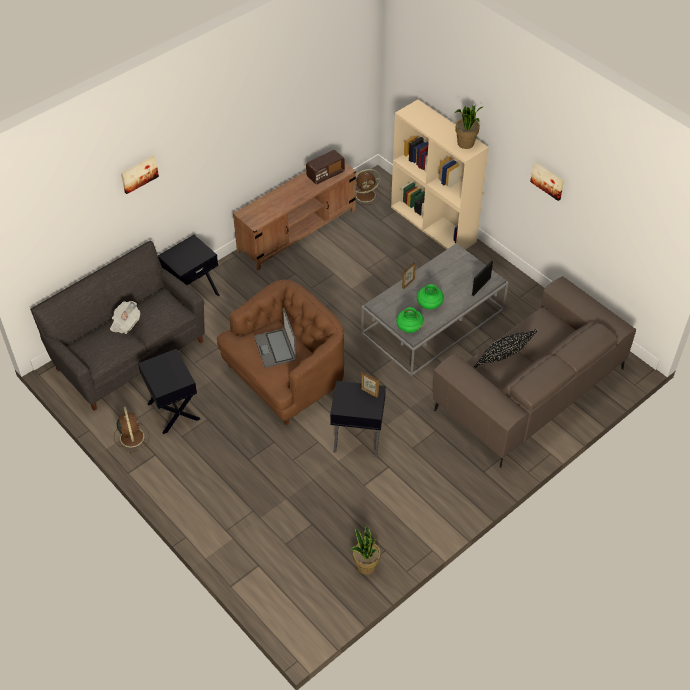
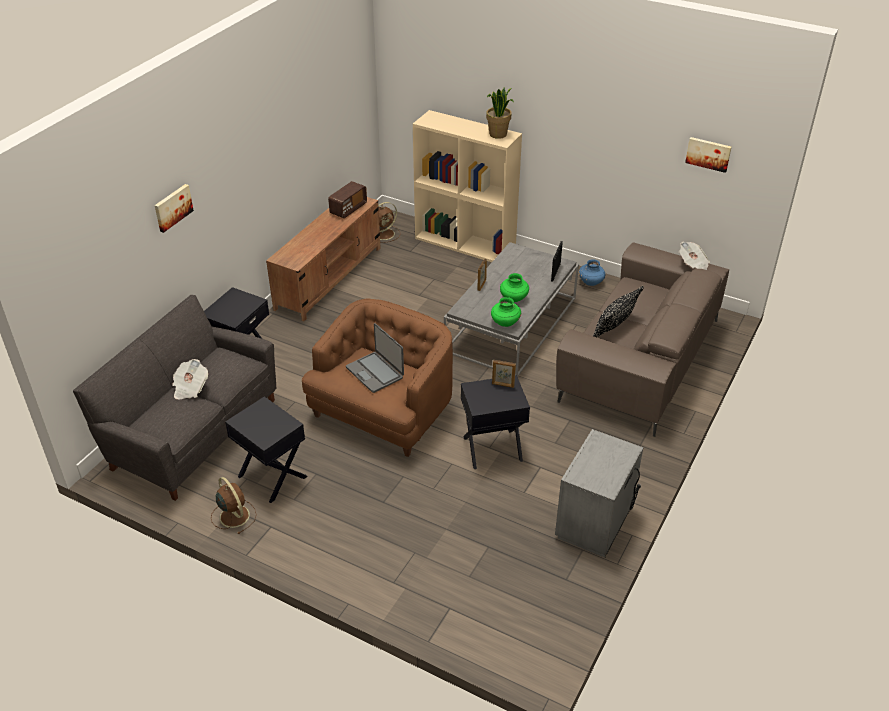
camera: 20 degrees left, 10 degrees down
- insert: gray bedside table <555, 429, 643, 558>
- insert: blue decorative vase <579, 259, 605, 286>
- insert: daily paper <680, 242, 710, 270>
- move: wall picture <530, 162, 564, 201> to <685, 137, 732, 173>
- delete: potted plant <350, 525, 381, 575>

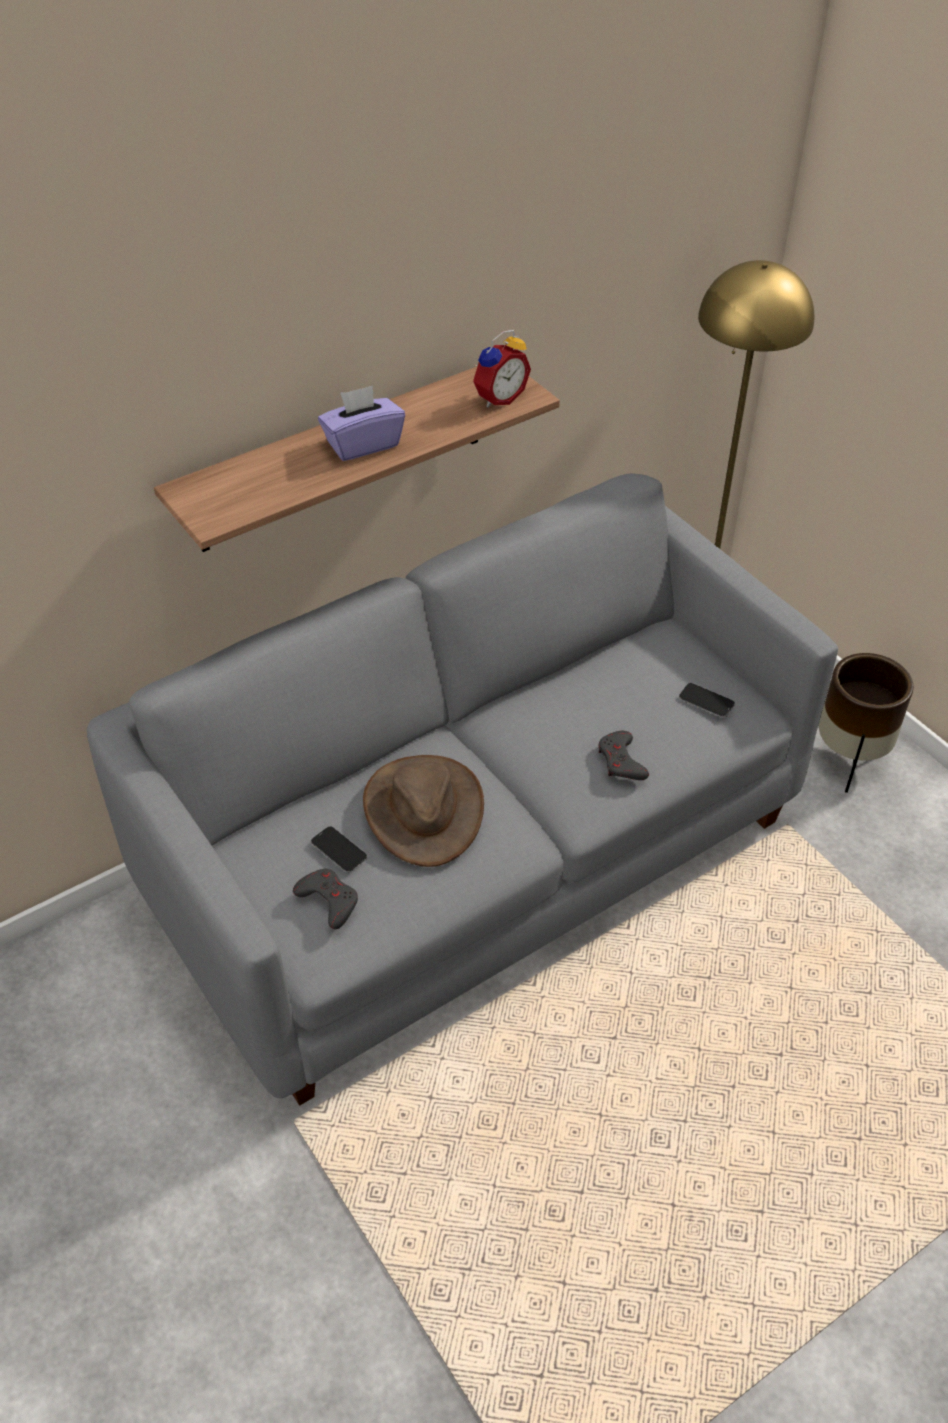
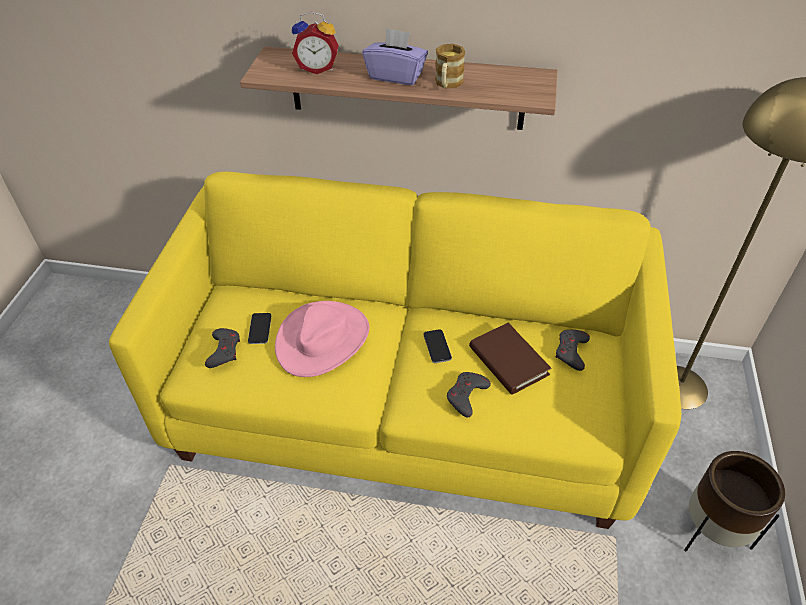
camera: 45 degrees right, 0 degrees up
- recolor: gray settee <87, 473, 838, 1106> to yellowish settee <109, 172, 681, 529>
- recolor: brown-coloured clothing hat <363, 755, 484, 867> to pink-coloured clothing hat <275, 301, 369, 377>
- move: table clock <473, 330, 531, 407> to <292, 11, 339, 74>
- move: handset <679, 683, 735, 718> to <423, 329, 452, 363>
- insert: mug <435, 44, 465, 88>
- insert: brown-coloured book <469, 323, 551, 395>
- insert: gray joypad <556, 330, 590, 371>

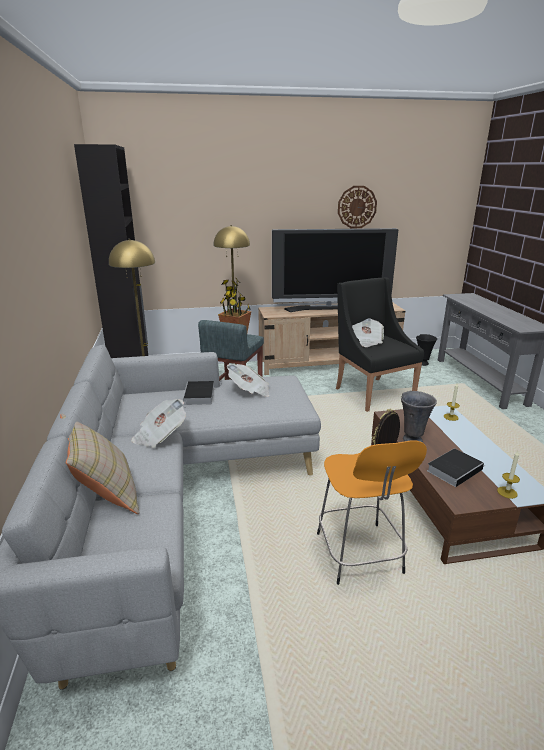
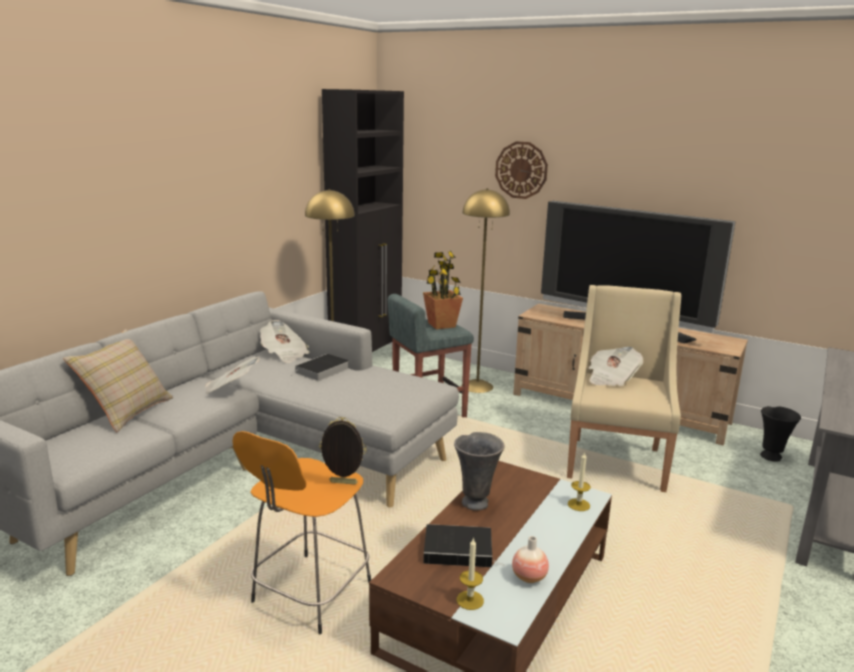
camera: 40 degrees right, 5 degrees down
- move: daily paper <227, 364, 269, 397> to <260, 320, 310, 363>
- move: hanging clock <338, 186, 377, 229> to <495, 141, 548, 199>
- insert: decorative vase <512, 536, 549, 583>
- recolor: black-coloured lounge chair <336, 277, 424, 412> to beige-coloured lounge chair <567, 285, 681, 492>

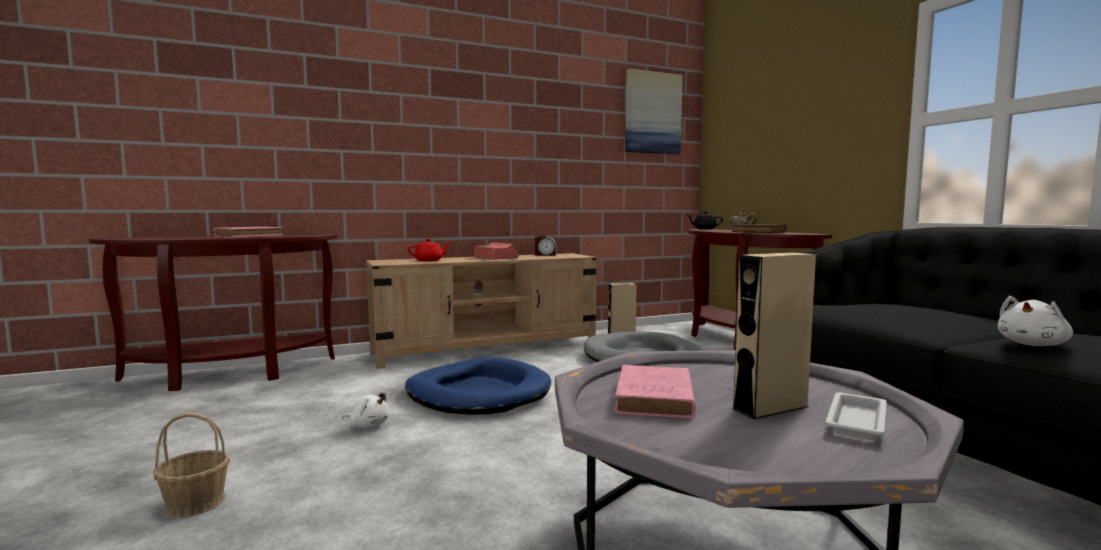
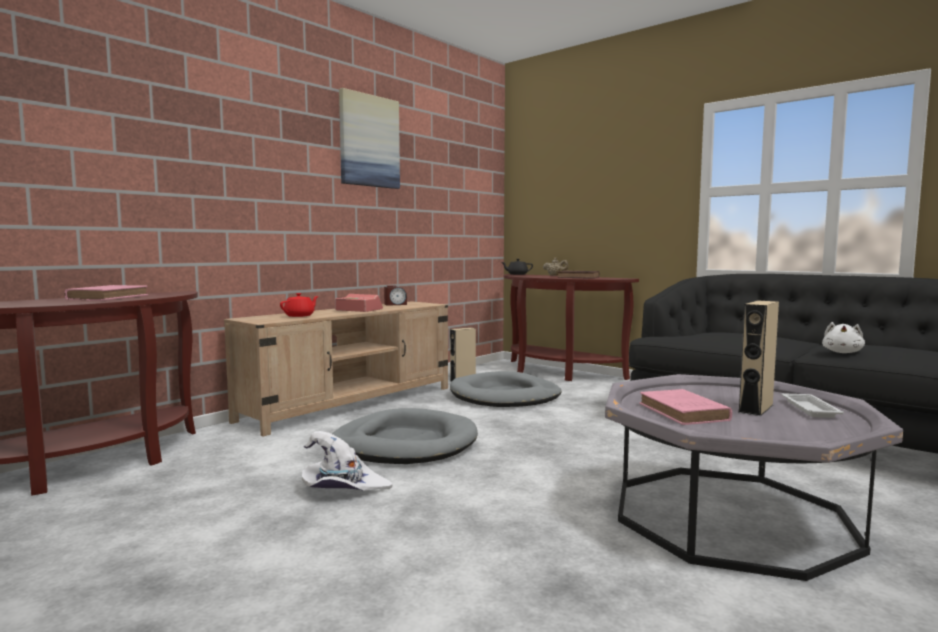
camera: 25 degrees left, 0 degrees up
- replace: whitish plush toy <342, 391, 390, 428> to whitish clothing hat <302, 431, 393, 491>
- recolor: blue pet bed <405, 357, 551, 415> to gray pet bed <333, 408, 478, 464>
- move: wall picture <625, 69, 683, 154> to <339, 88, 400, 189>
- delete: household basket <154, 412, 230, 518>

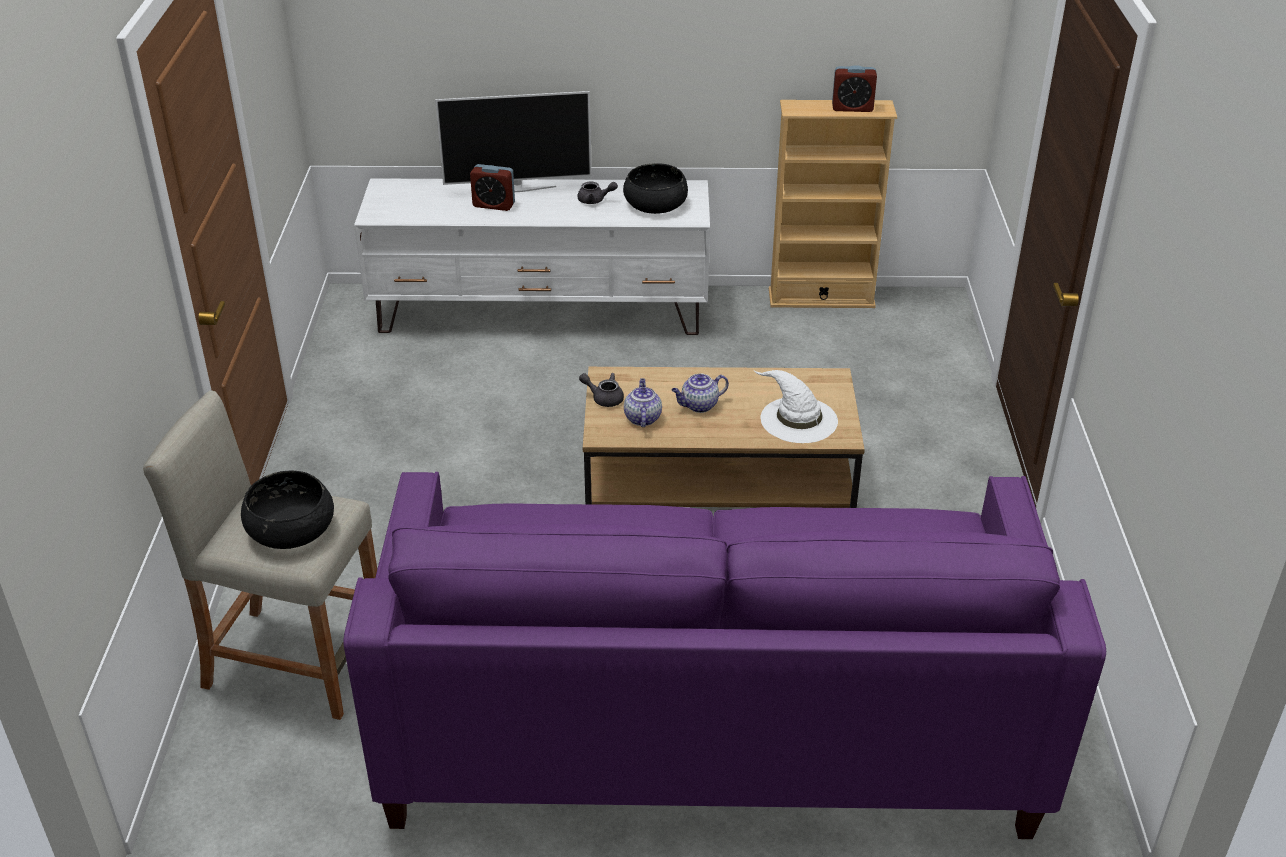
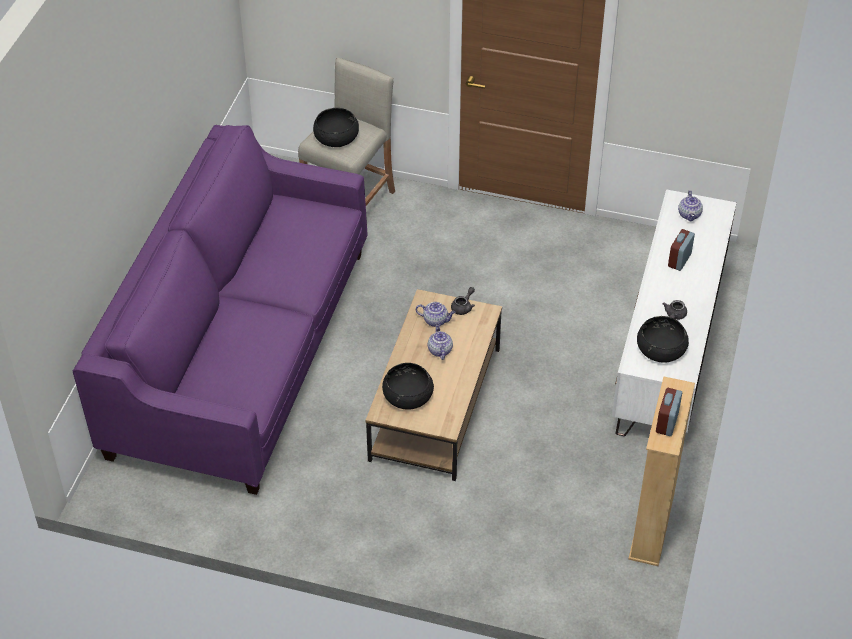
camera: 105 degrees right, 10 degrees up
- replace: whitish clothing hat <754, 370, 838, 443> to black-coloured deep dish <382, 363, 434, 410>
- insert: teapot <678, 190, 703, 221>
- delete: TV set <435, 91, 592, 192>

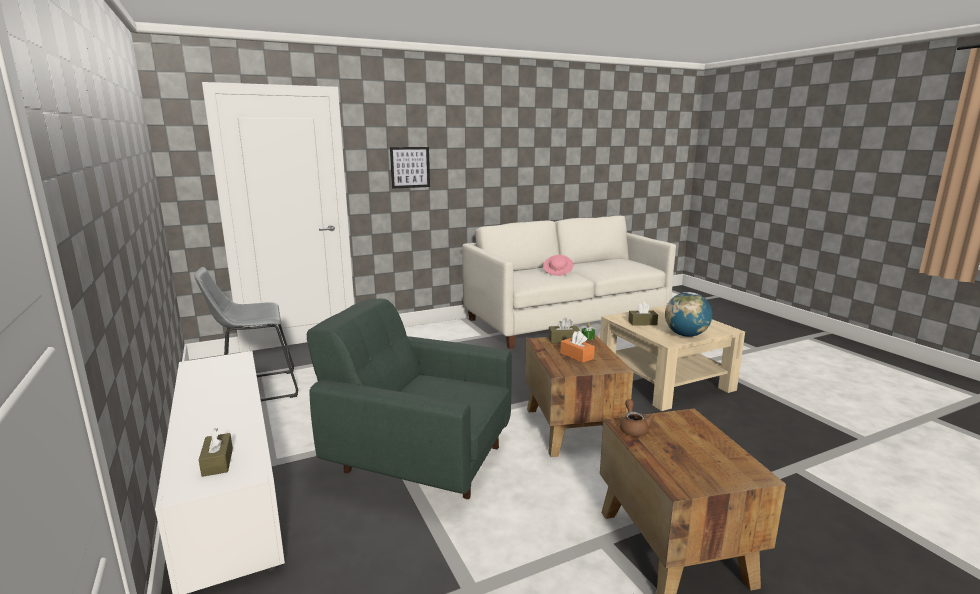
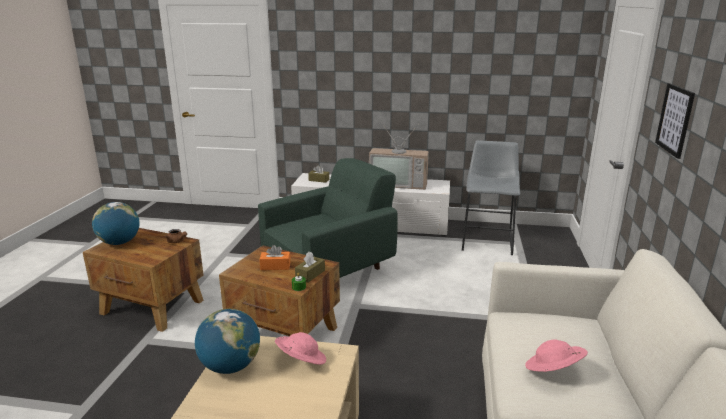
camera: 125 degrees right, 5 degrees up
- insert: desk globe <92, 202, 140, 245>
- replace: brown-coloured tissue box <628, 302, 658, 326> to pink-coloured clothing hat <275, 332, 326, 365>
- insert: TV set <369, 122, 429, 190>

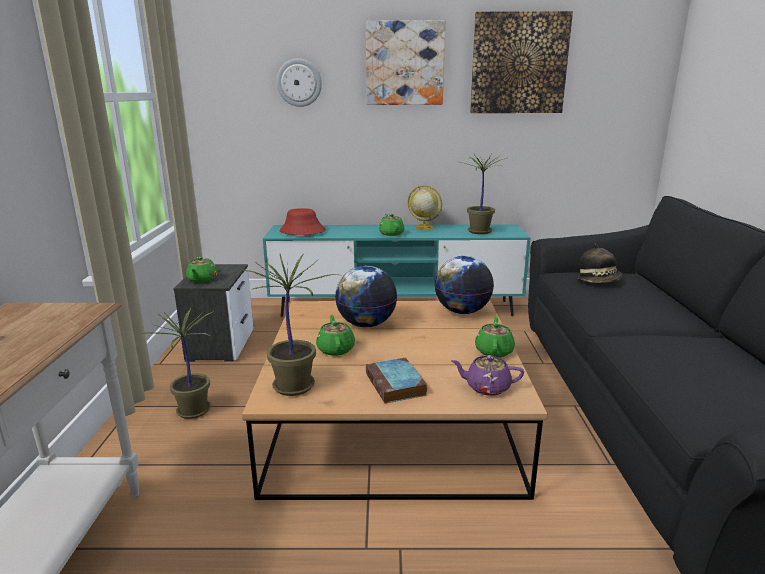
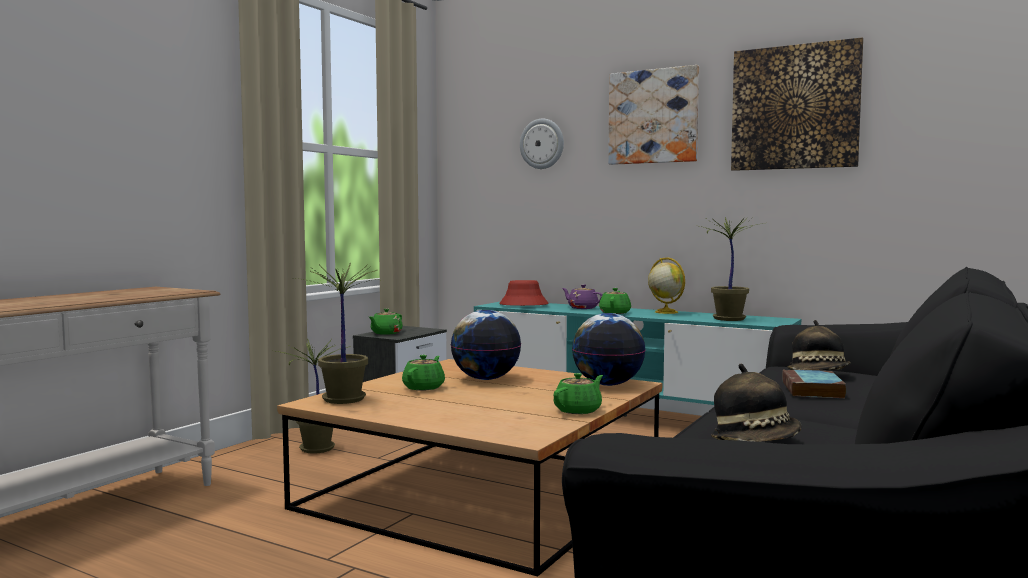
camera: 30 degrees right, 15 degrees down
- move: purple-coloured teapot <451, 355, 524, 396> to <562, 284, 603, 309>
- insert: clothing hat <711, 364, 802, 442>
- move: book <366, 358, 427, 404> to <782, 369, 846, 399>

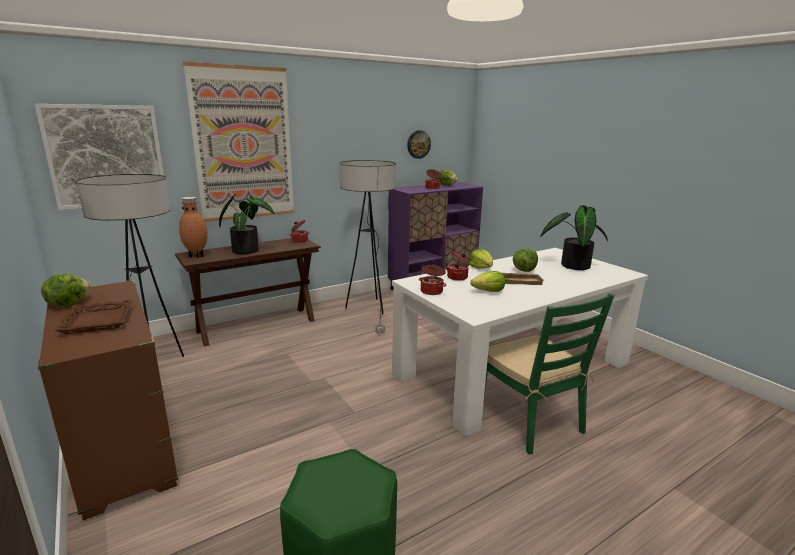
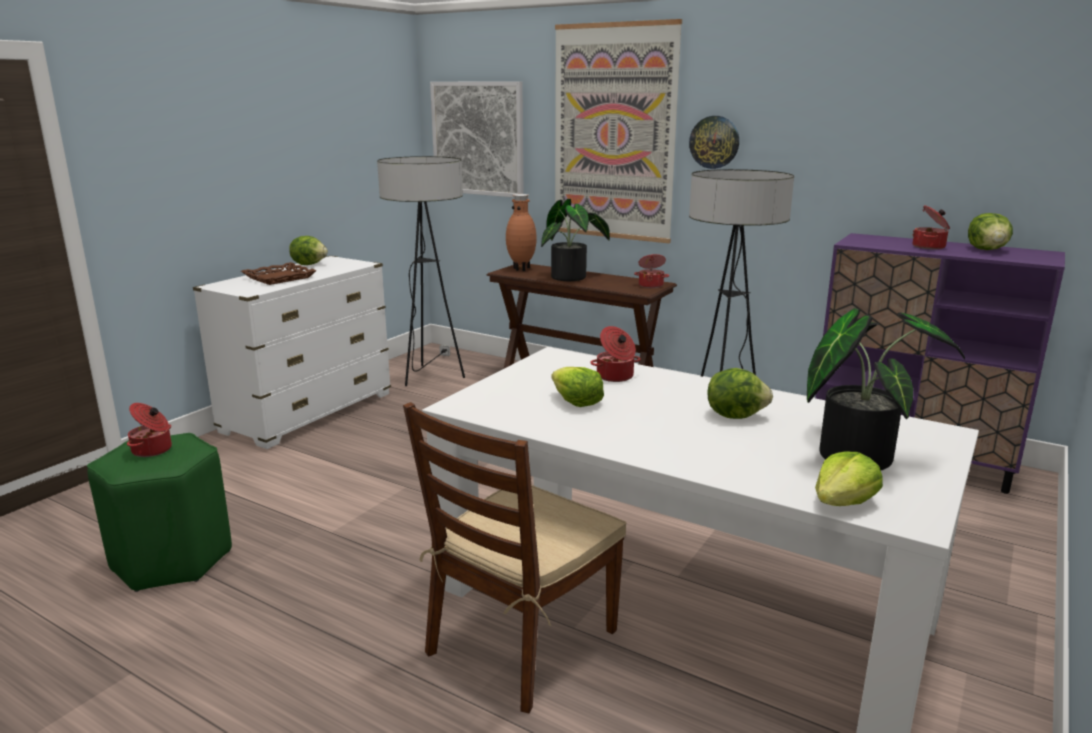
camera: 65 degrees right, 0 degrees up
- move: saucepot <418, 264, 446, 295> to <127, 403, 172, 457>
- recolor: brown-coloured dresser <38, 280, 178, 520> to whitish dresser <193, 256, 391, 449>
- recolor: green-coloured plain chair <484, 293, 614, 454> to brown-coloured plain chair <403, 402, 626, 714>
- move: hanging clock <407, 130, 431, 159> to <689, 116, 739, 169>
- move: lettuce head <469, 249, 493, 269> to <815, 451, 883, 506>
- delete: beige-coloured tray <502, 273, 544, 285>

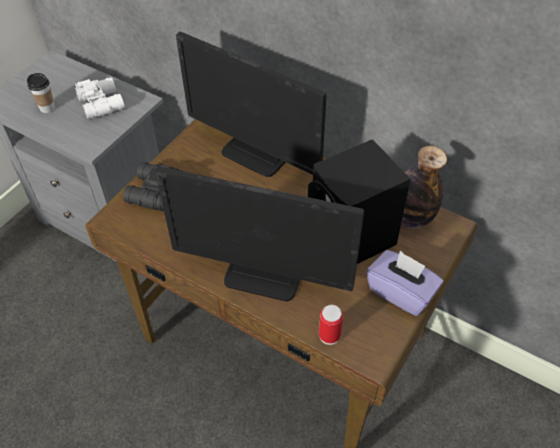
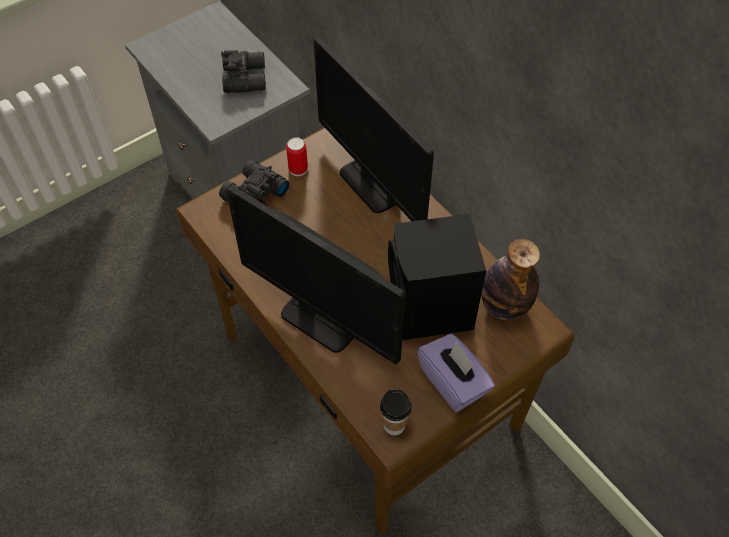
camera: 20 degrees right, 5 degrees up
- recolor: whitish binoculars <75, 77, 125, 119> to black-coloured binoculars <221, 50, 266, 93>
- move: sealed can <319, 305, 343, 345> to <286, 137, 308, 176>
- move: small cup <27, 73, 55, 113> to <380, 389, 412, 435>

